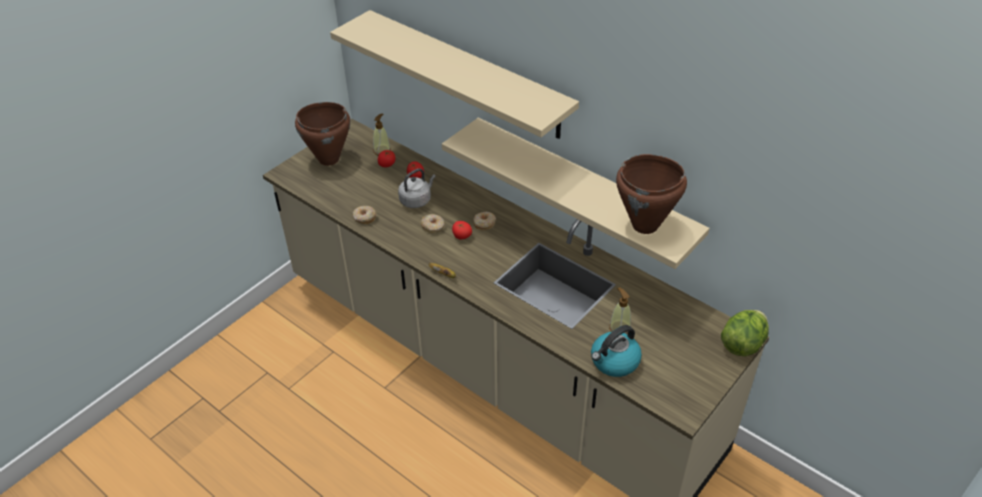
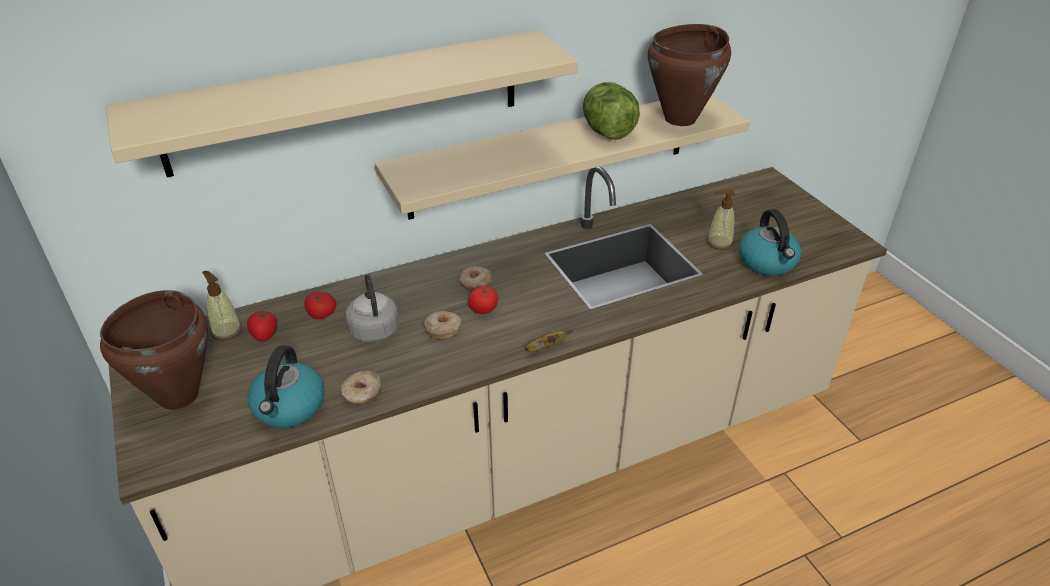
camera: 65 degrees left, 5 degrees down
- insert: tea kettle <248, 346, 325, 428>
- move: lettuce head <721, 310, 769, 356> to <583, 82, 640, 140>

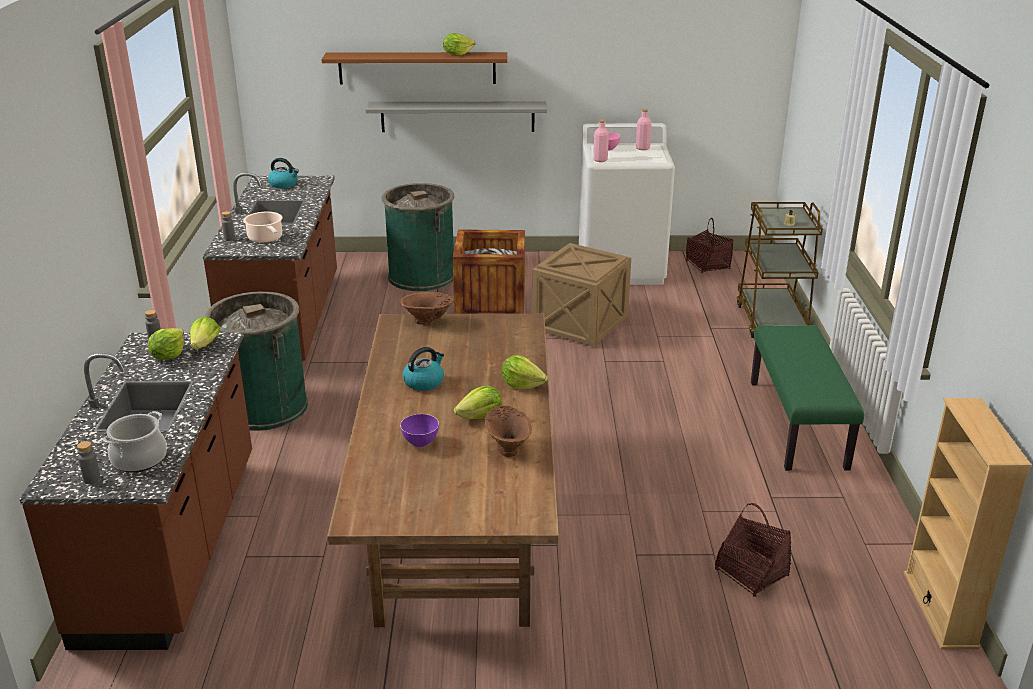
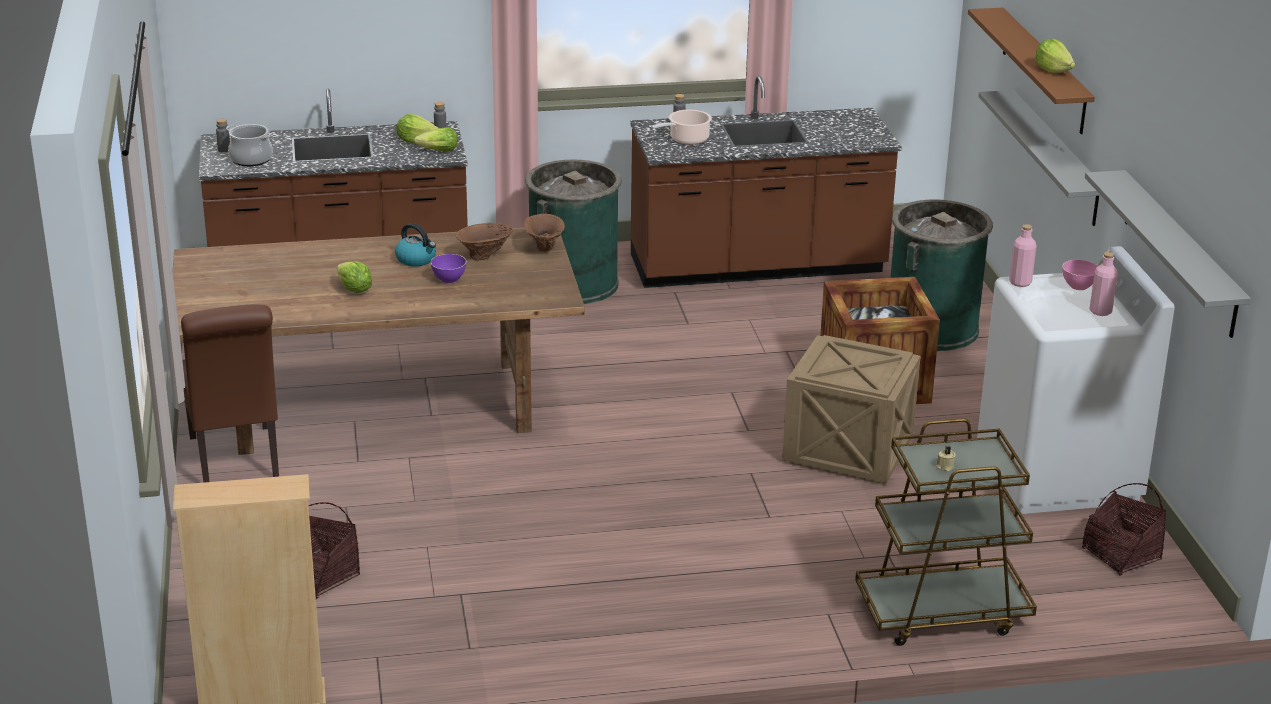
camera: 80 degrees right, 0 degrees up
- insert: brown-coloured plain chair <181, 305, 279, 483>
- move: purple-coloured deep dish <400, 414, 439, 447> to <431, 254, 466, 283>
- move: brown-coloured decorative vase <485, 405, 532, 457> to <456, 222, 513, 261>
- insert: gray shelf <1085, 170, 1251, 338>
- delete: tea kettle <268, 158, 299, 189>
- delete: lettuce head <501, 355, 548, 389>
- delete: green-coloured long seat <751, 325, 864, 471>

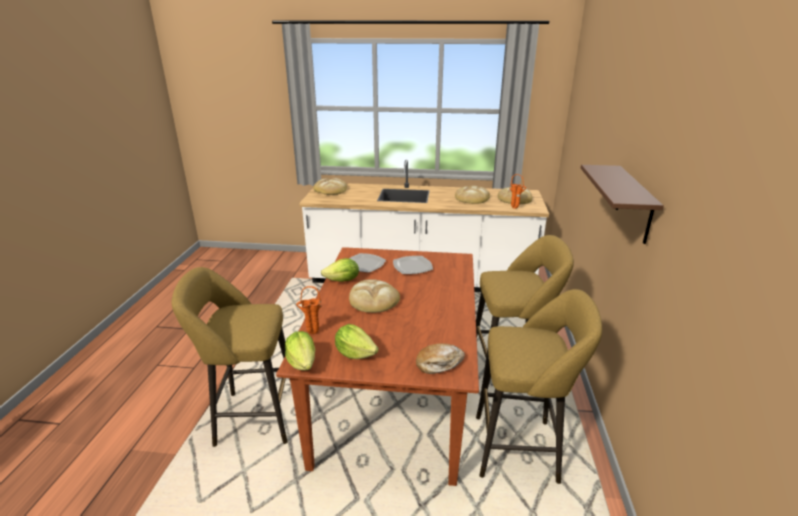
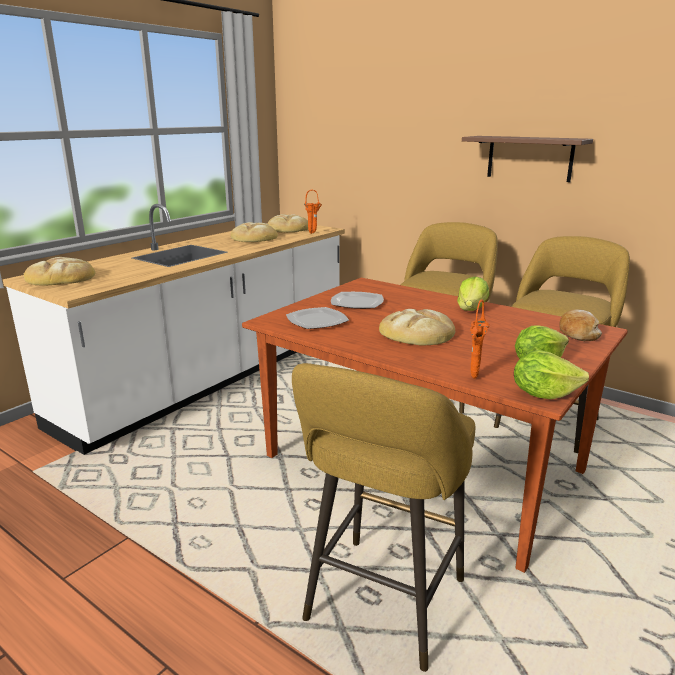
camera: 60 degrees left, 5 degrees down
- move: lettuce head <321, 258, 359, 282> to <457, 277, 489, 311>

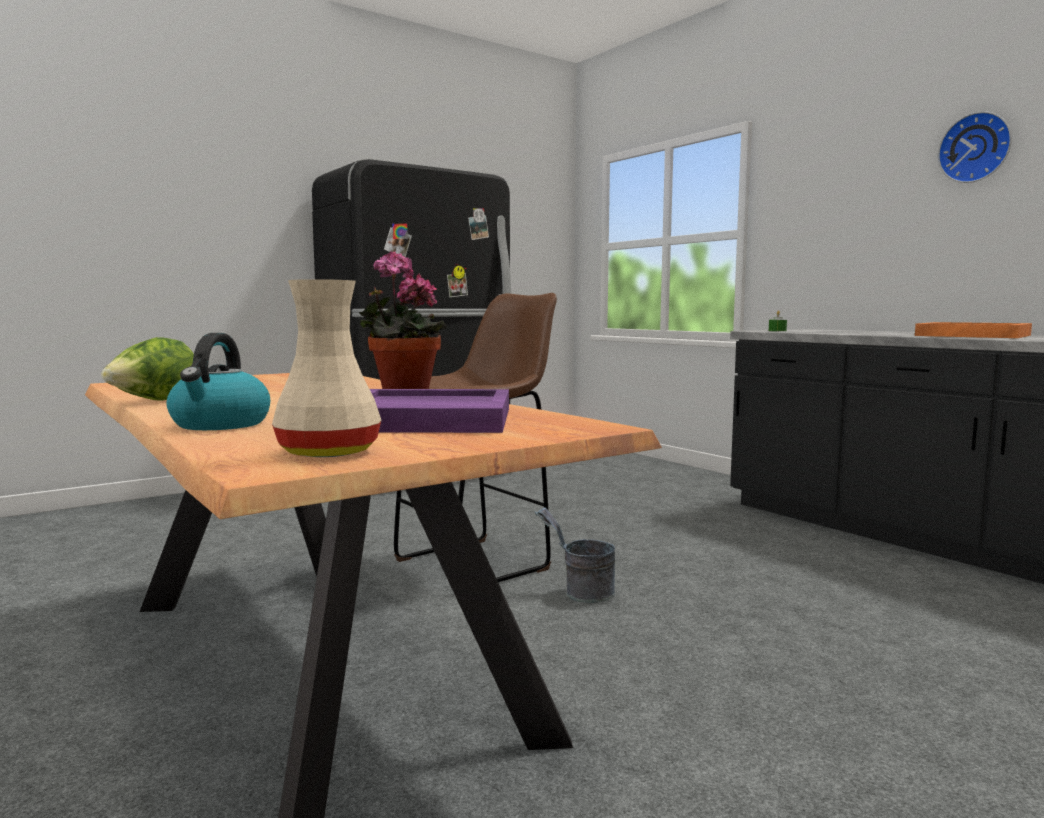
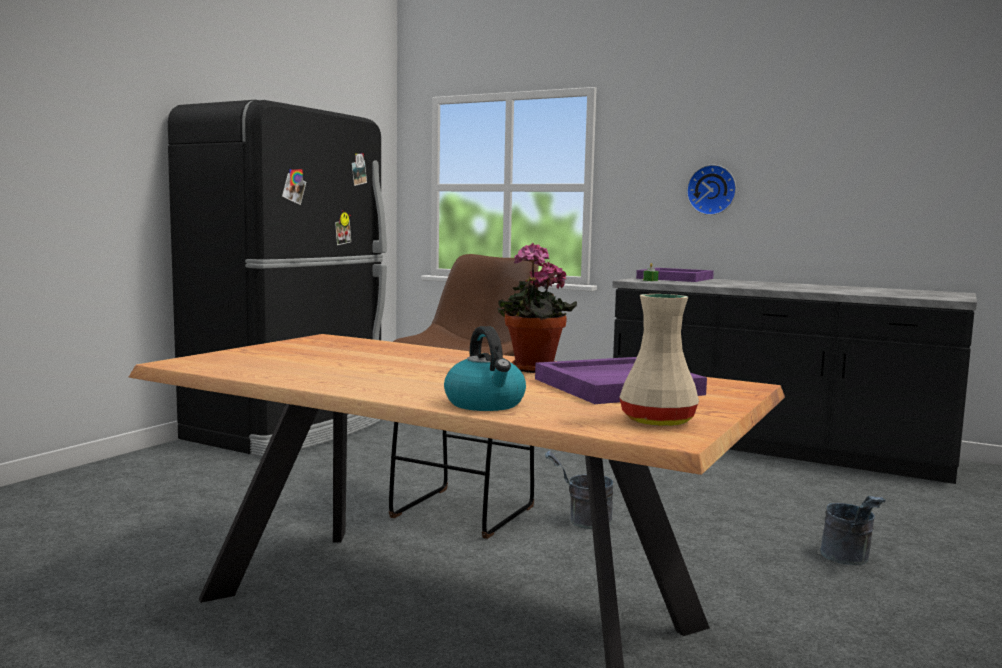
camera: 25 degrees left, 0 degrees up
- insert: purple-coloured tray <636, 268, 714, 282>
- move: hanging clock <938, 111, 1012, 183> to <686, 164, 736, 215>
- insert: gray pail <820, 496, 886, 565>
- delete: lettuce head <101, 337, 194, 401>
- delete: orangey tray <915, 322, 1032, 338>

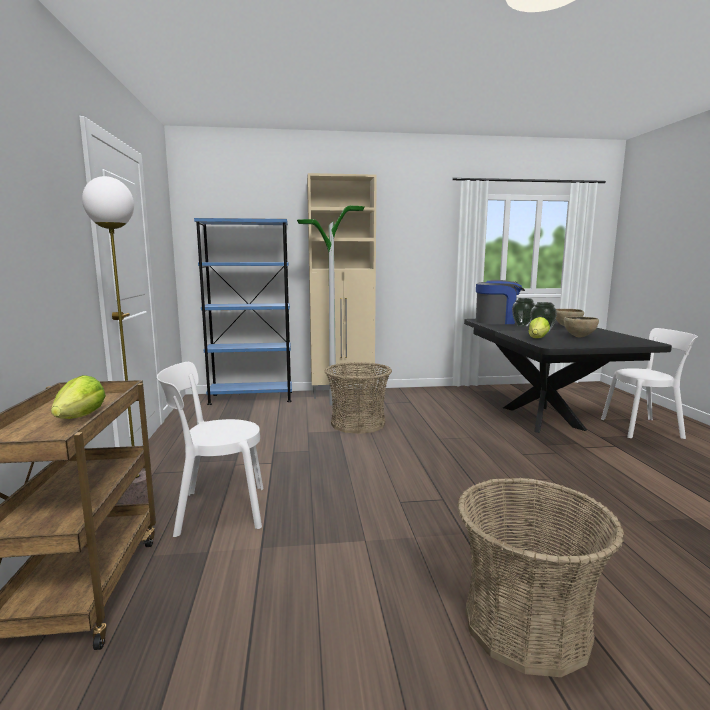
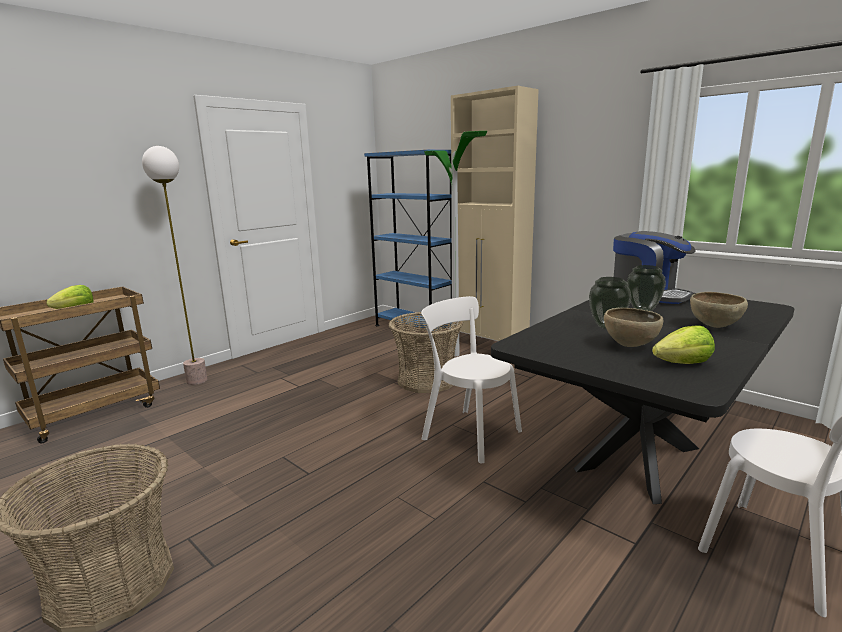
camera: 50 degrees right, 5 degrees up
- move: whitish plain chair <157, 362, 263, 537> to <421, 296, 522, 463>
- move: lettuce head <528, 317, 550, 338> to <652, 325, 715, 364>

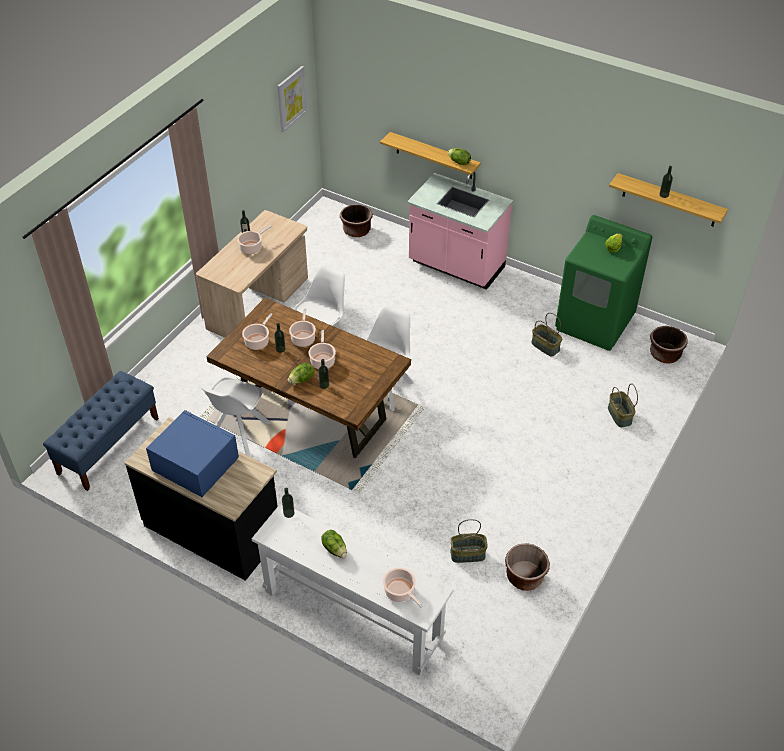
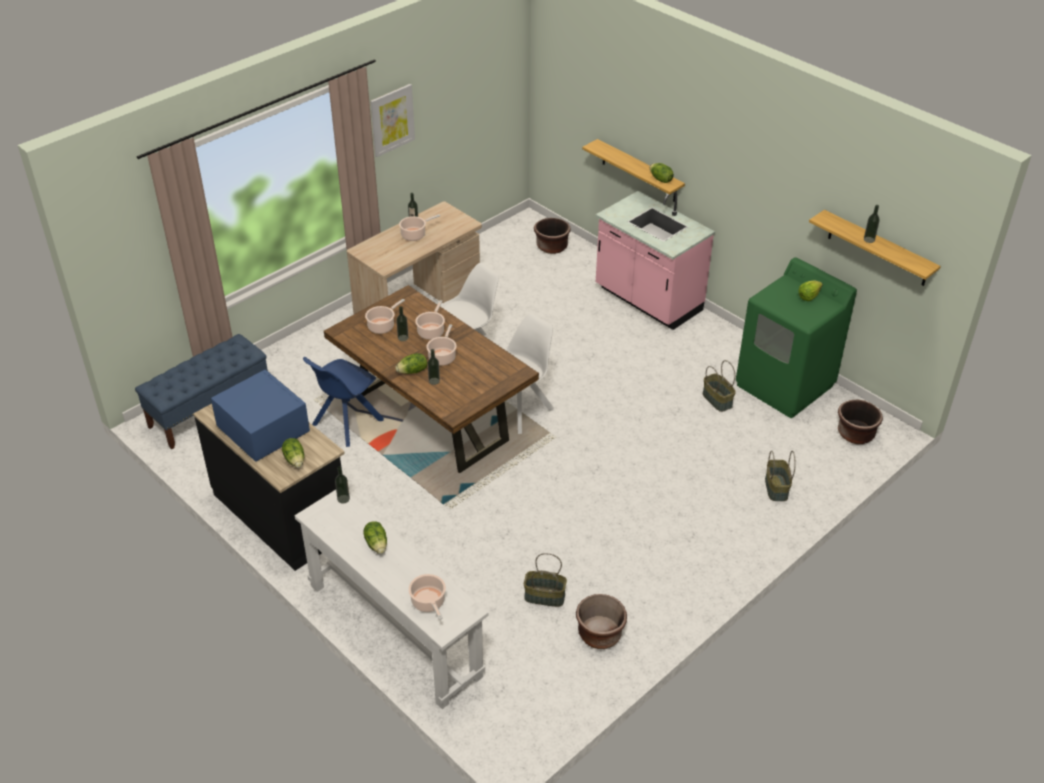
camera: 15 degrees right, 5 degrees down
- insert: lettuce head <282, 438, 304, 468>
- recolor: whitish plain chair <201, 377, 270, 455> to blue plain chair <303, 357, 384, 447>
- move: wall picture <277, 66, 307, 133> to <370, 84, 415, 157>

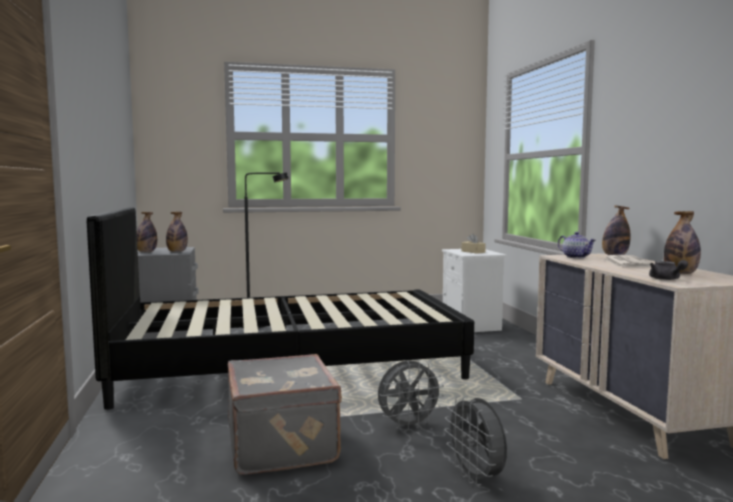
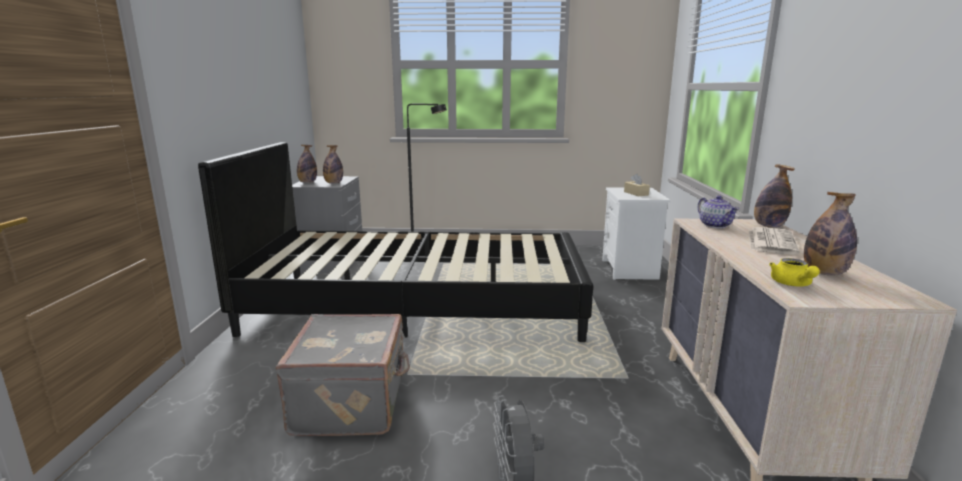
camera: 15 degrees right, 10 degrees up
- recolor: gray teapot <649, 260, 688, 280> to yellowish teapot <769, 258, 820, 287>
- delete: gray fan <378, 360, 444, 430>

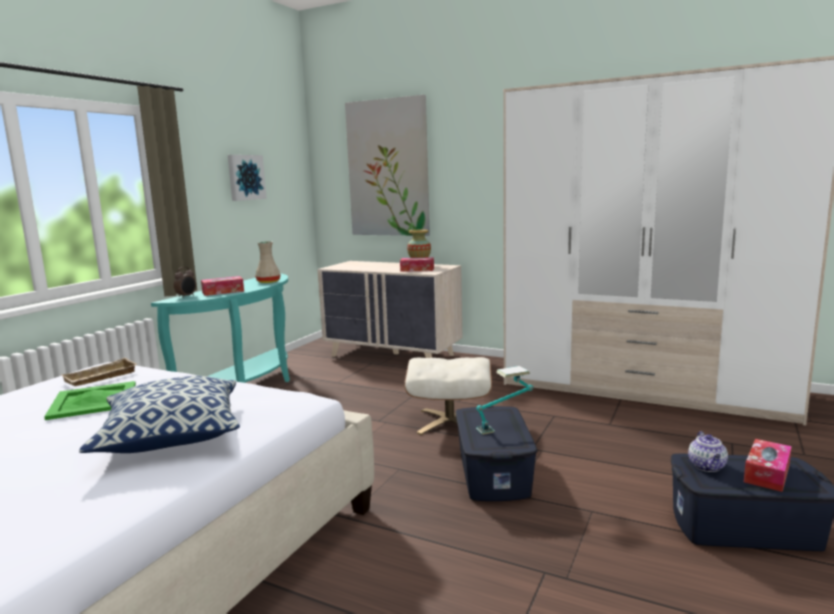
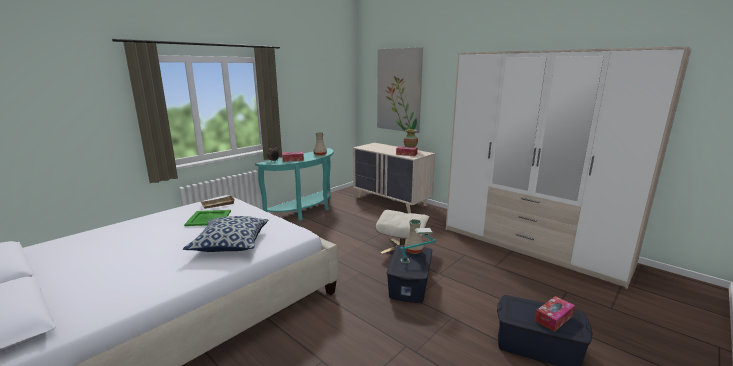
camera: 15 degrees right, 5 degrees up
- insert: beige-coloured decorative vase <404, 219, 424, 254>
- delete: wall picture <228, 155, 267, 201>
- delete: teapot <688, 431, 728, 472>

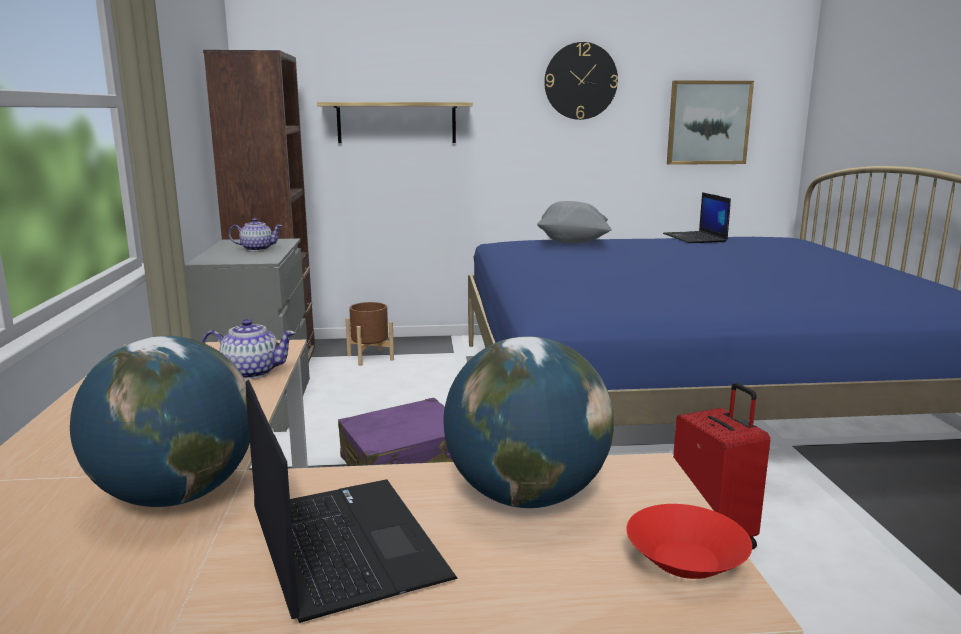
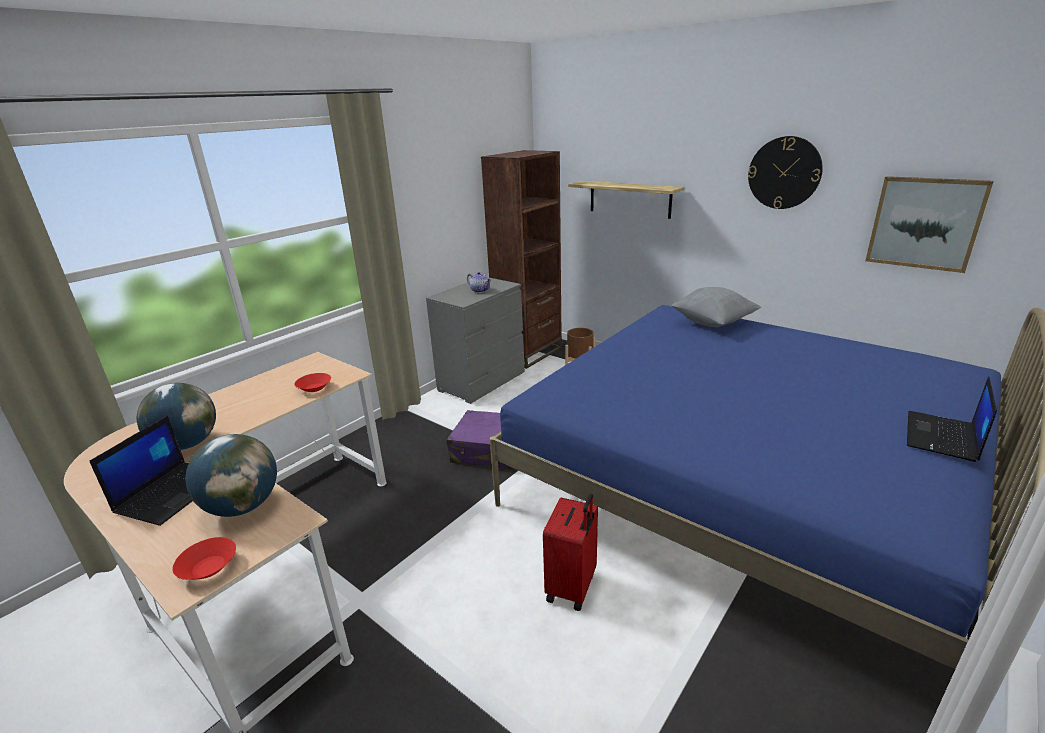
camera: 45 degrees right, 10 degrees up
- replace: teapot <202, 319, 296, 379> to red deep dish <294, 373, 331, 392>
- move: portable computer <663, 192, 731, 243> to <907, 376, 997, 462>

